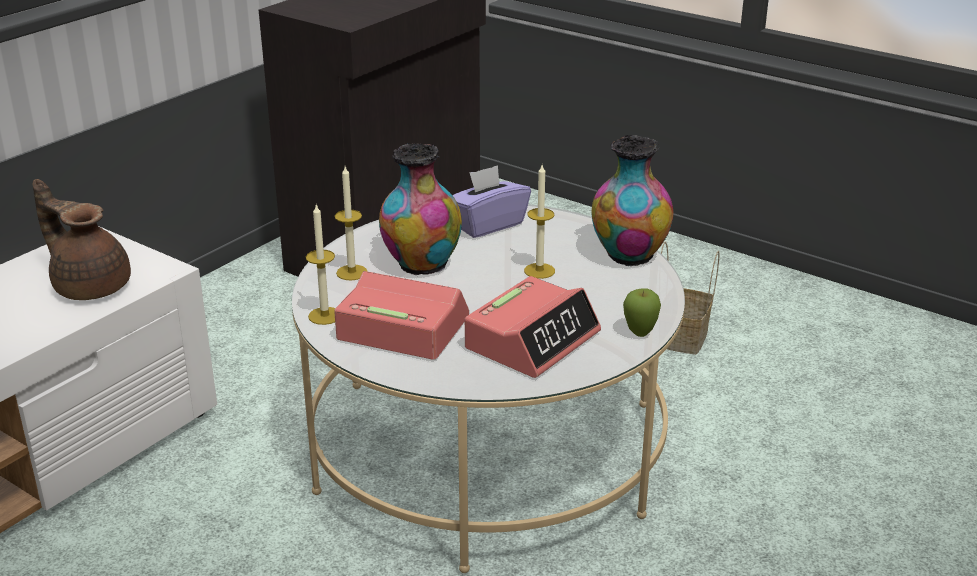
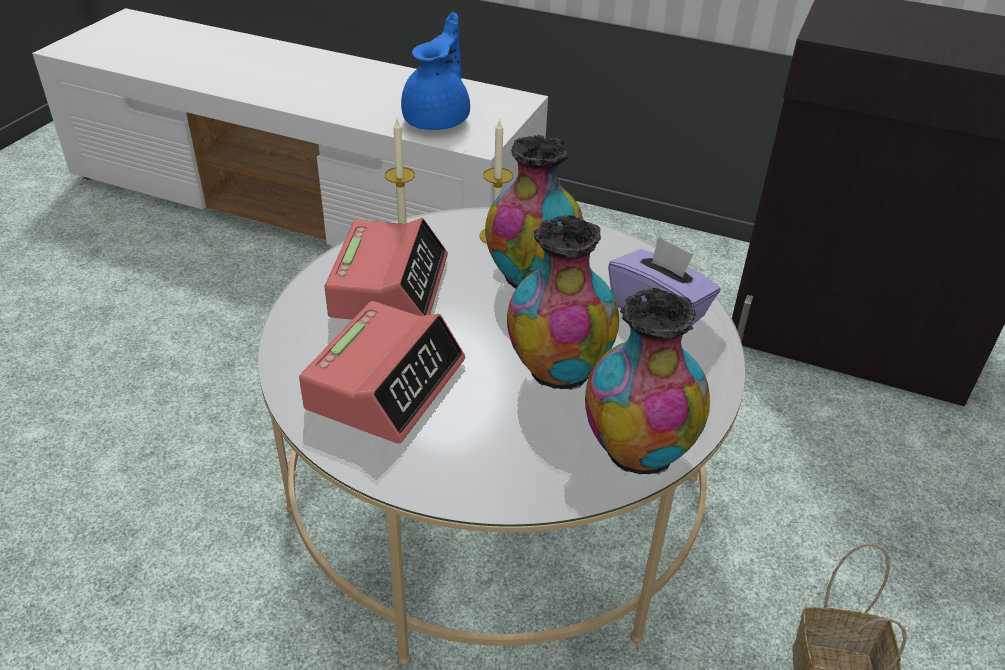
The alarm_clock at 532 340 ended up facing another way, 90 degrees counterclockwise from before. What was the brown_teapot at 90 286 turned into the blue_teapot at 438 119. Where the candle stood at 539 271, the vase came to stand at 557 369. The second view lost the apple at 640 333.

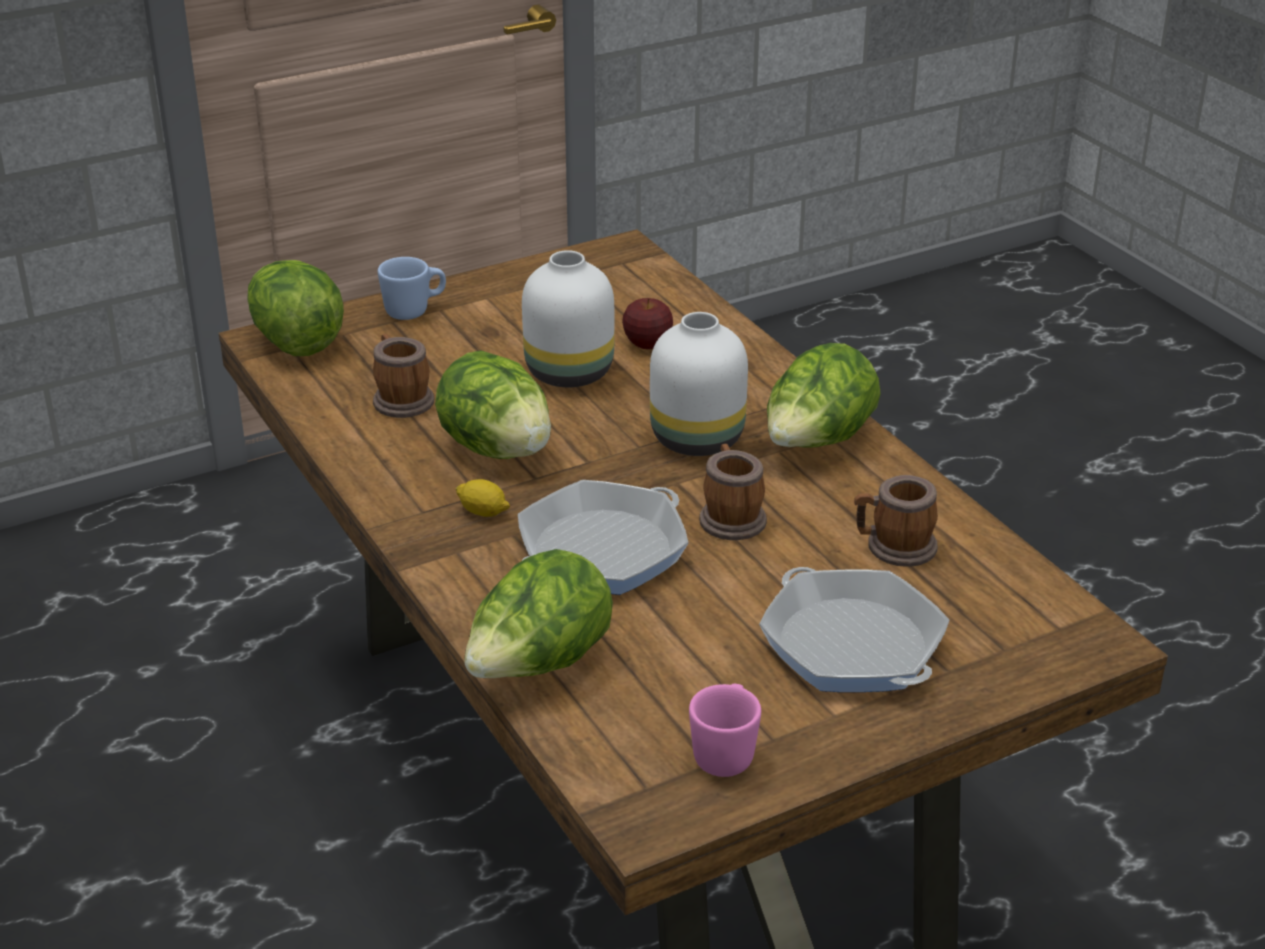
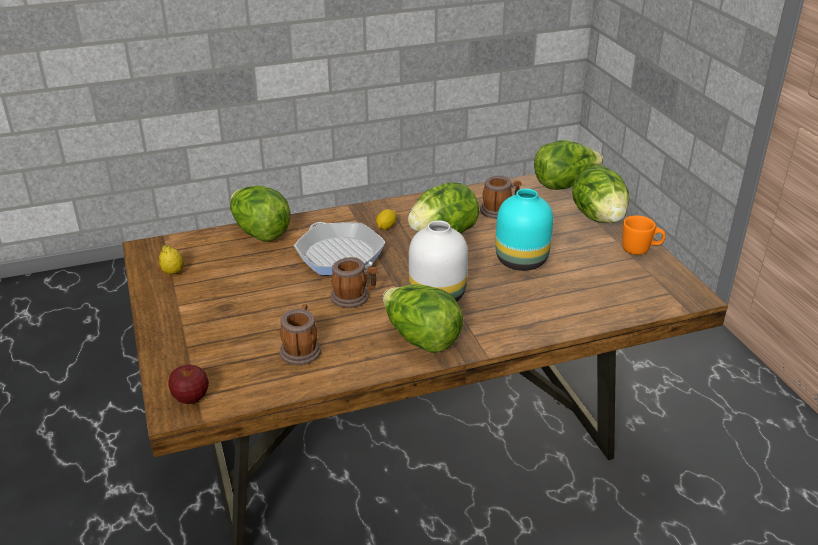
Where the pink_mug stood at 726 752, the lemon came to stand at 173 272. The apple ended up elsewhere, having gone from 647 344 to 191 398. What was the white_vase at 568 374 turned into the turquoise_vase at 520 260. Where the blue_mug stood at 414 311, the lettuce came to stand at 599 218. The second view gained the orange_mug at 640 250. The second view lost the frying_pan at 852 645.

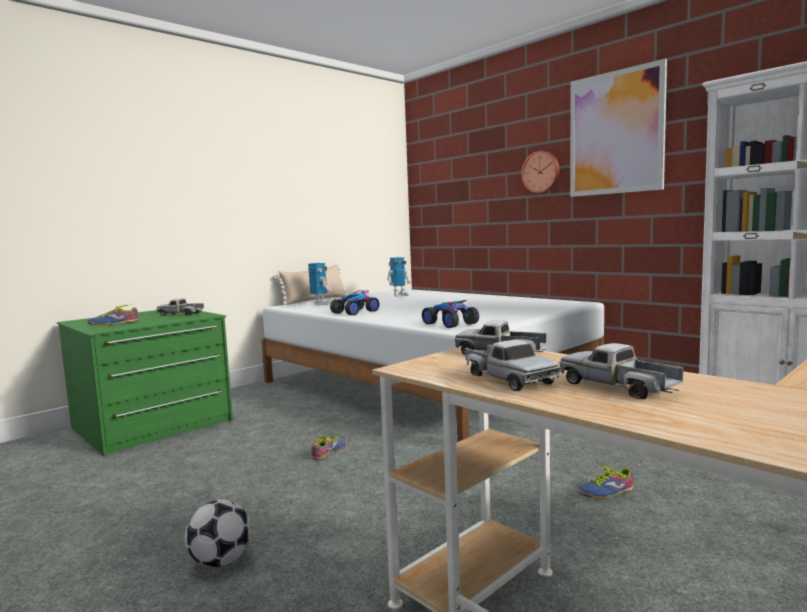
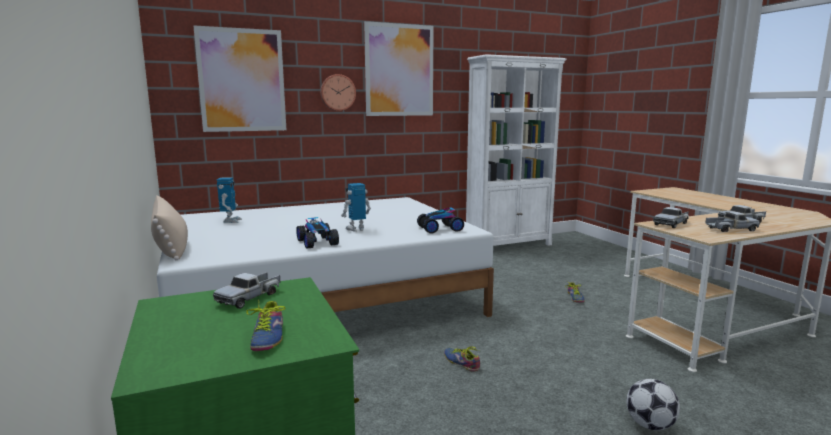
The second view gained the picture at 242 80. The toy_robot ended up elsewhere, having gone from 320 304 to 356 229.

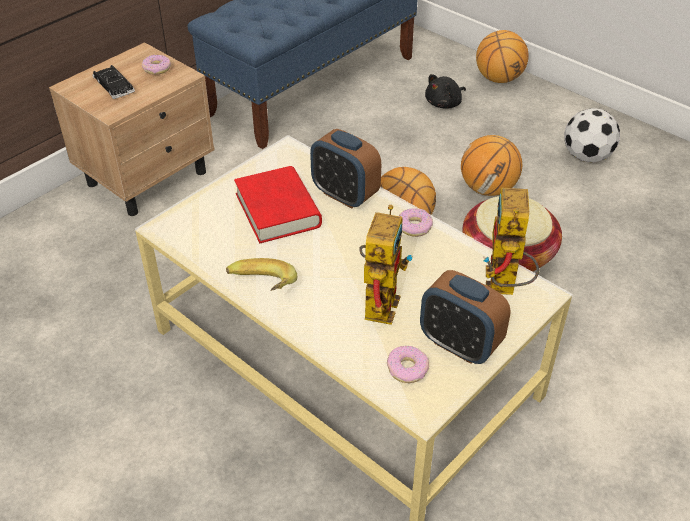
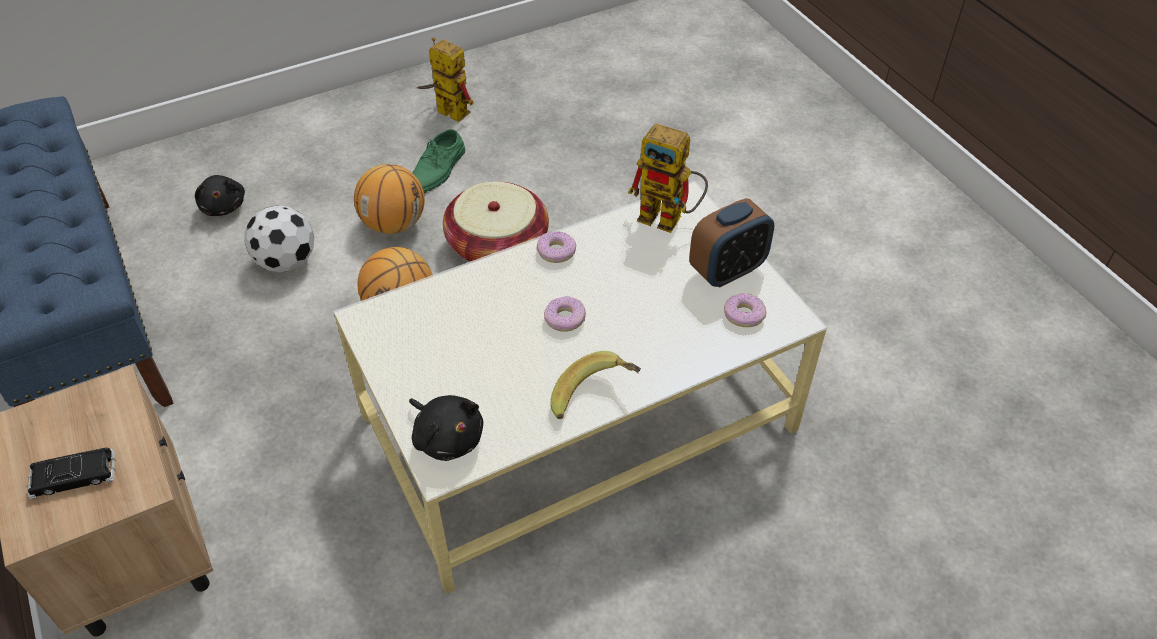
The football ended up elsewhere, having gone from 587 156 to 286 261. The second view gained the black_plush_toy at 447 437. The second view gained the green_shoe at 438 170. The toy_robot ended up elsewhere, having gone from 380 300 to 446 111. The donut ended up elsewhere, having gone from 157 69 to 565 319. The second view lost the red_book at 278 210. The second view lost the alarm_clock at 345 195. The second view lost the basketball at 498 79.

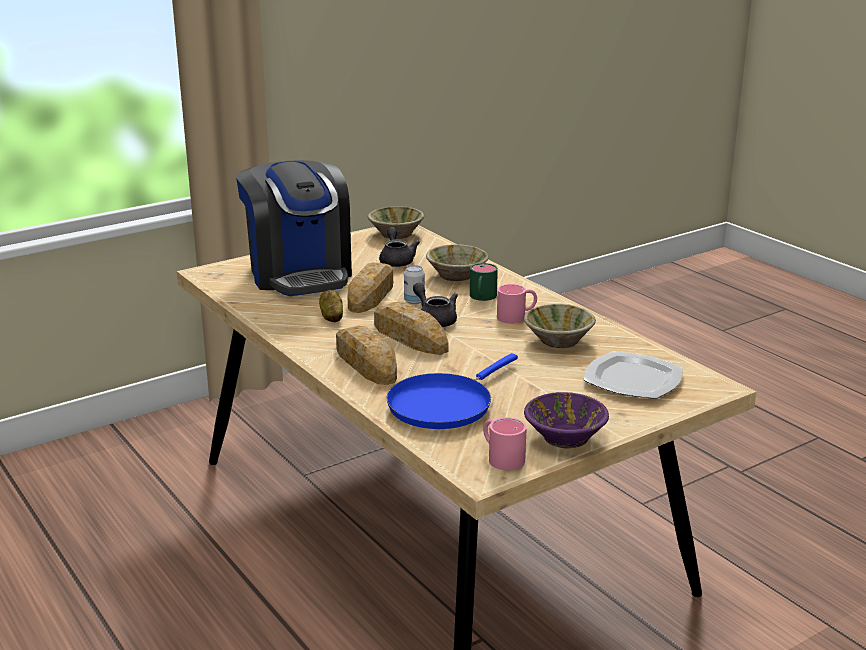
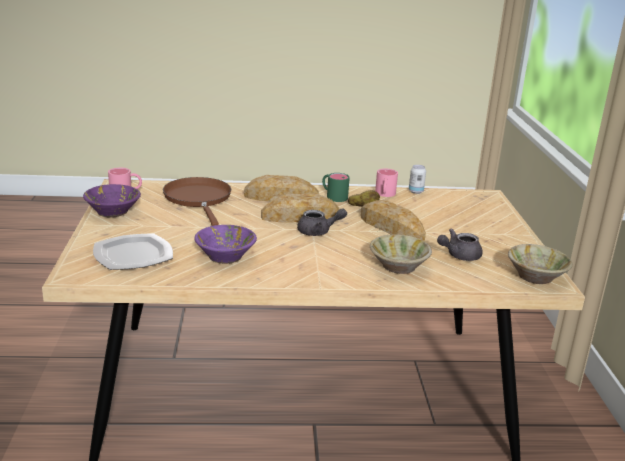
What was the blue_frying_pan at 444 404 turned into the brown_frying_pan at 198 199. What was the beige_bowl at 558 340 turned into the purple_bowl at 225 256. The green_mug ended up elsewhere, having gone from 482 297 to 333 196. The pink_mug ended up elsewhere, having gone from 517 316 to 384 194. The can ended up elsewhere, having gone from 414 301 to 416 191. The grey_teapot at 396 260 ended up facing another way, 135 degrees clockwise from before. The second view lost the coffee_machine at 299 274.

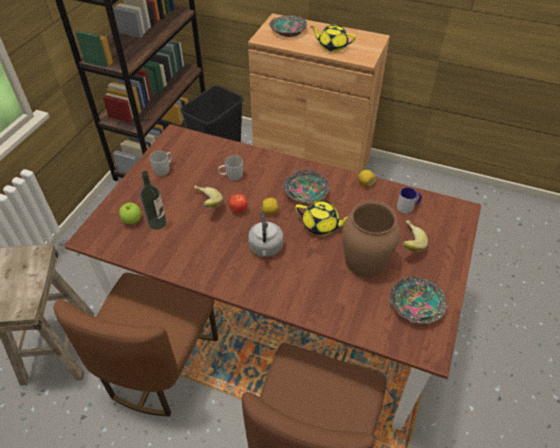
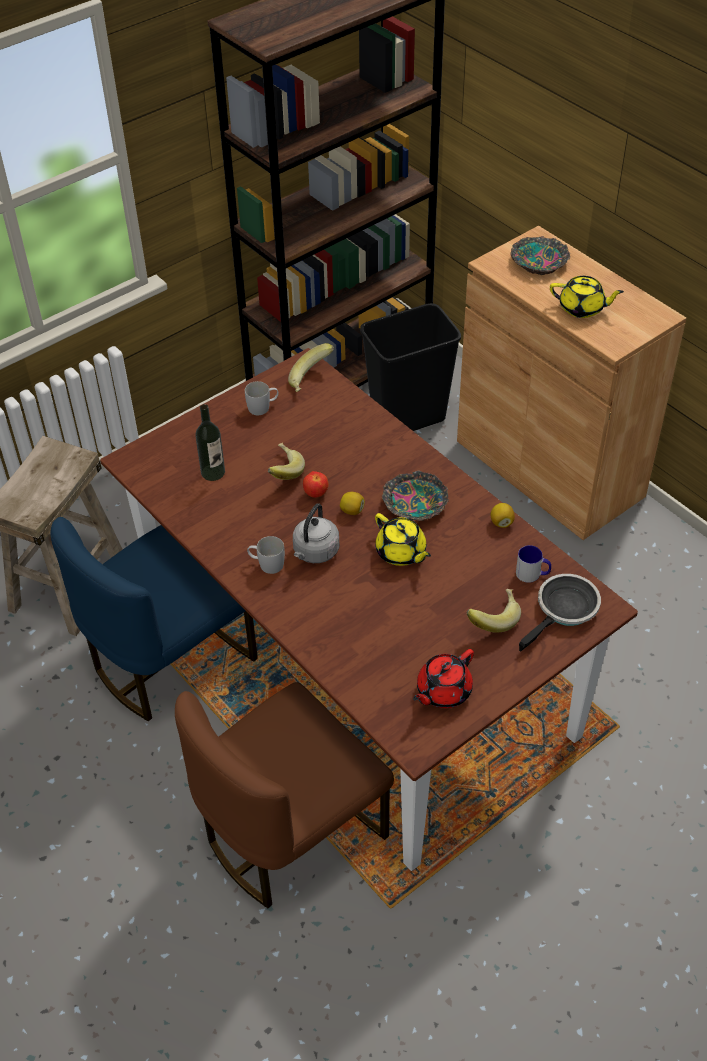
What was the brown_chair at 159 366 turned into the blue_chair at 169 659. The white_mug ended up elsewhere, having gone from 231 176 to 266 564. The second view gained the banana at 311 380. Where the bowl stood at 417 305, the red_teapot came to stand at 443 691. The second view gained the frying_pan at 564 610. The yellow_teapot at 332 46 ended up facing another way, 150 degrees clockwise from before. The second view lost the apple at 132 220. The second view lost the brown_vase at 365 261.

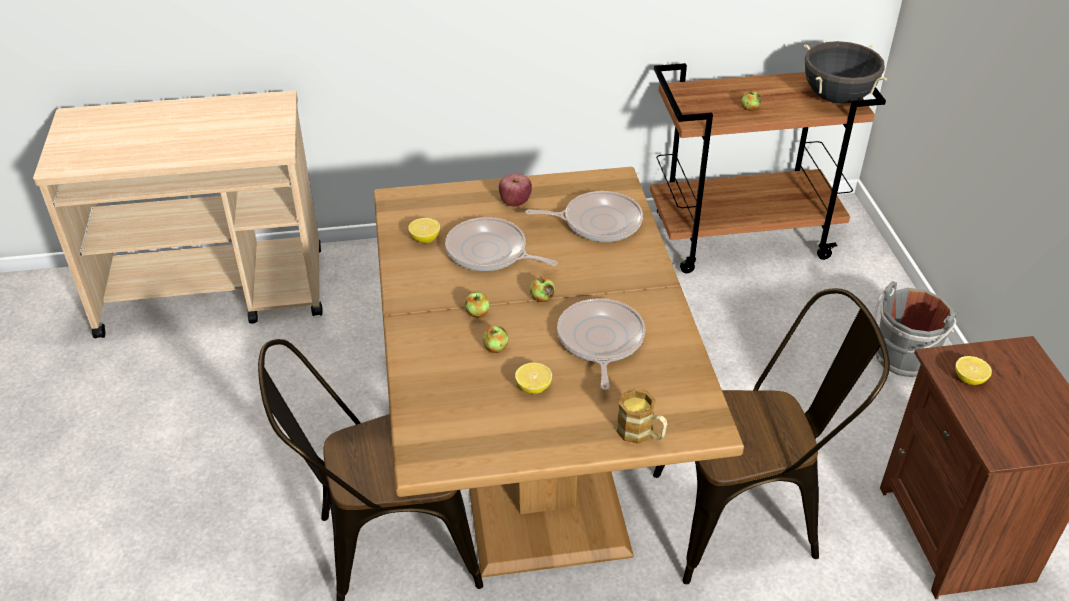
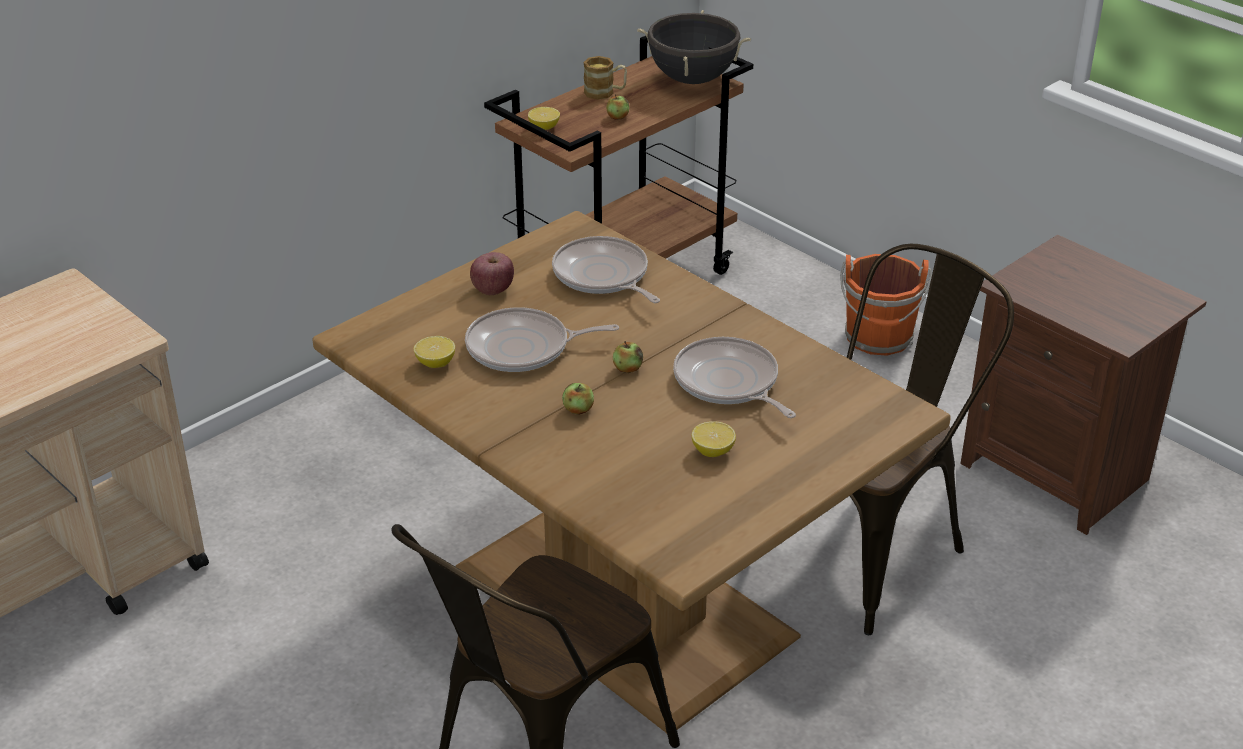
The lemon ended up elsewhere, having gone from 969 379 to 544 128. The frying_pan at 598 222 ended up facing another way, 90 degrees counterclockwise from before. The mug ended up elsewhere, having gone from 641 433 to 605 93. What was the grey_bucket at 902 359 turned into the orange_bucket at 879 339. The second view lost the apple at 495 348.

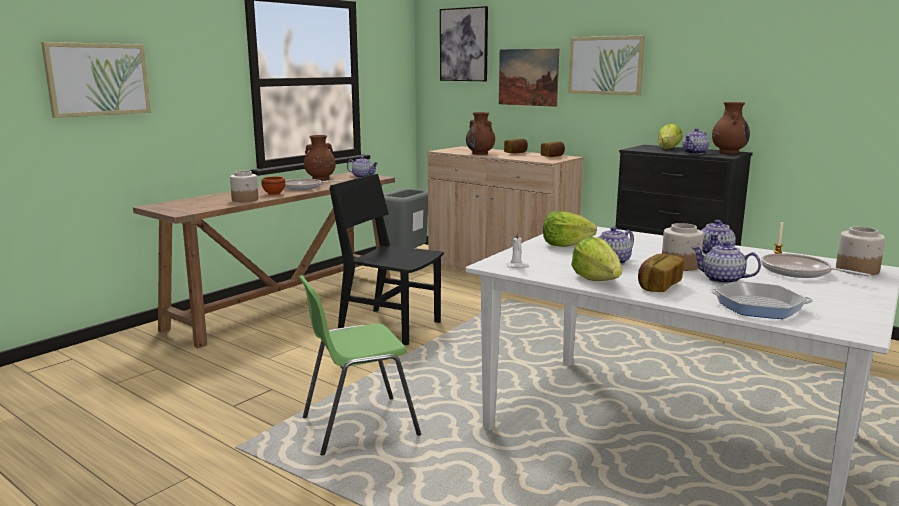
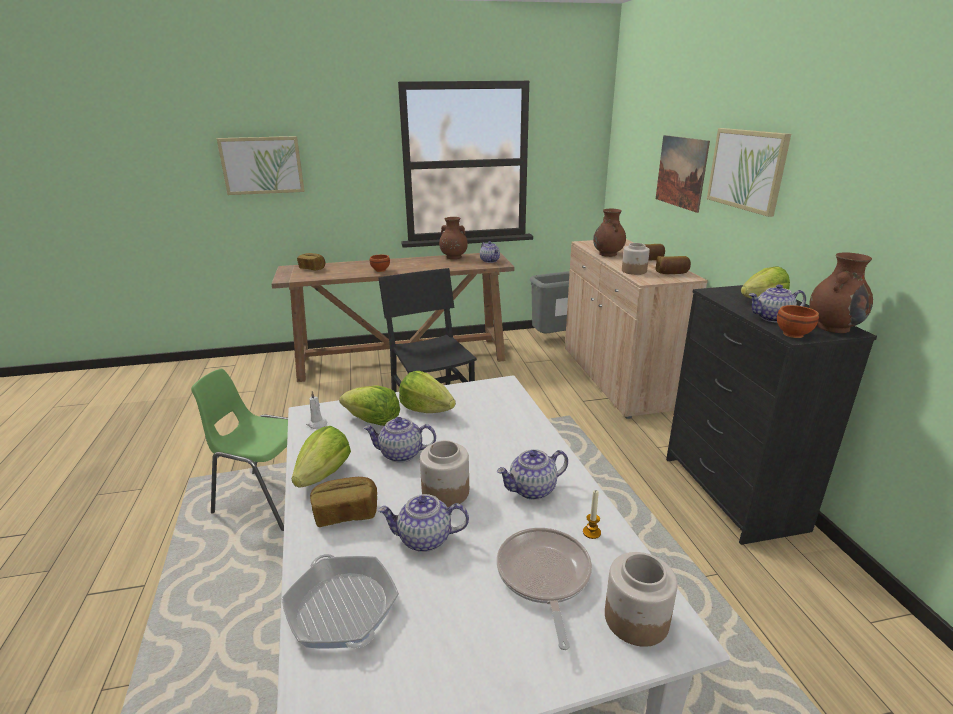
The second view gained the bread at 312 268. The second view gained the lettuce at 372 421. The teapot at 722 280 ended up facing another way, 75 degrees counterclockwise from before. The jar ended up elsewhere, having gone from 245 199 to 634 271. The second view gained the brown_bowl at 794 334. The second view lost the frying_pan at 305 187. The second view lost the picture at 464 44.

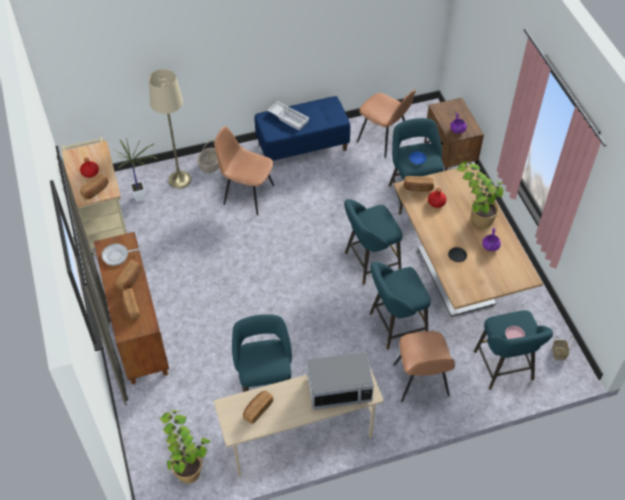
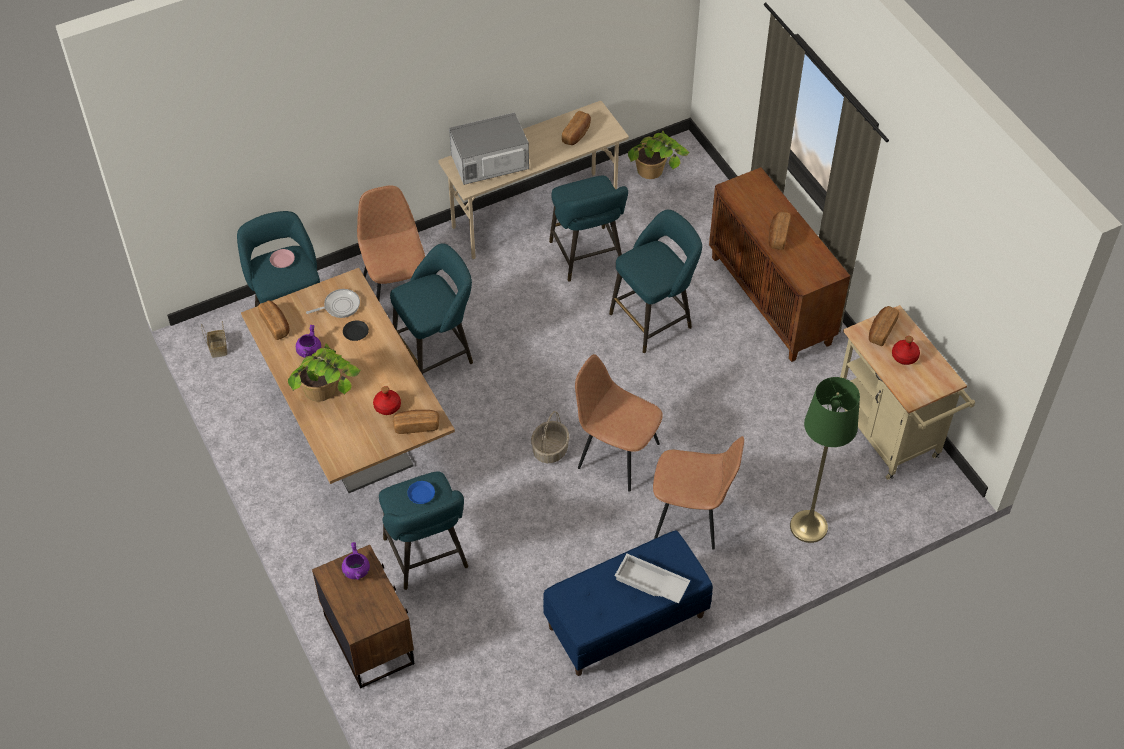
The bread ended up elsewhere, having gone from 130 308 to 276 324. The frying_pan ended up elsewhere, having gone from 117 255 to 339 306. The basket ended up elsewhere, having gone from 210 165 to 550 450. The brown_chair ended up elsewhere, having gone from 383 139 to 616 454. The turquoise_stool ended up elsewhere, having gone from 369 263 to 654 319. What was the beige_floor_lamp at 179 179 turned into the green_floor_lamp at 808 526. The second view lost the potted_plant at 142 198.

